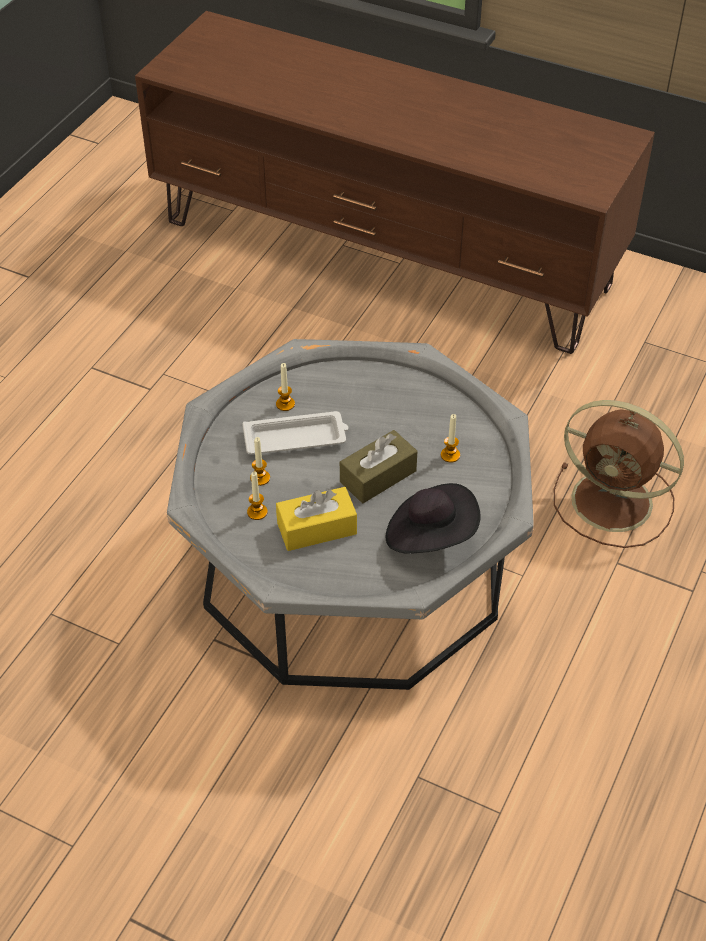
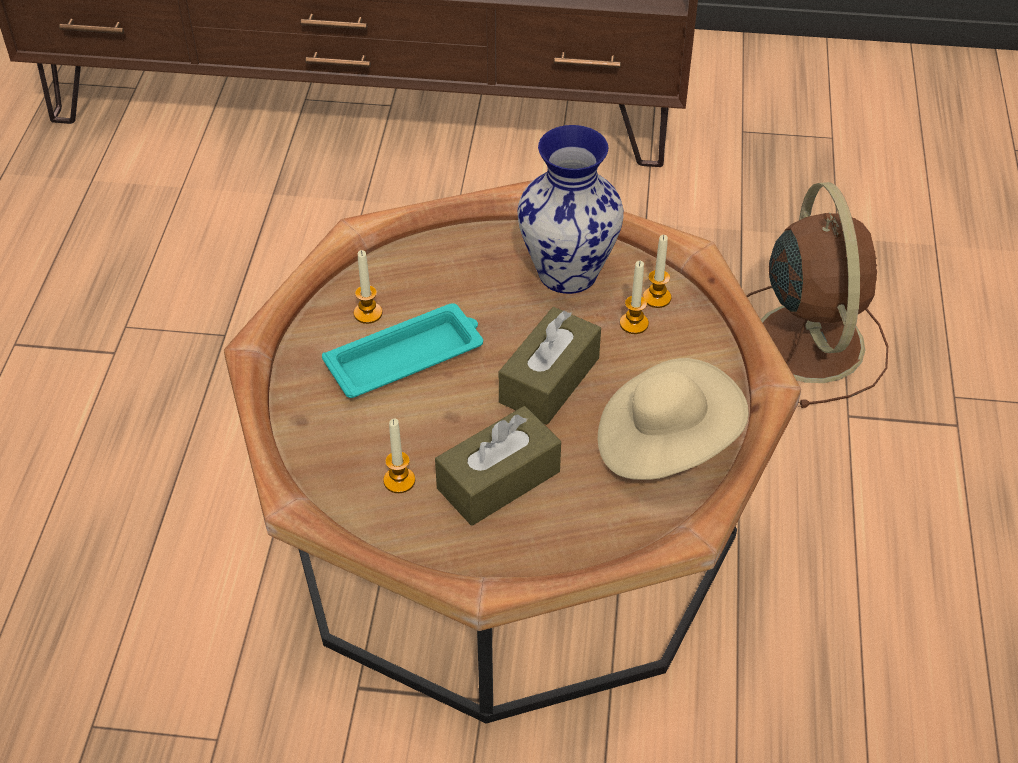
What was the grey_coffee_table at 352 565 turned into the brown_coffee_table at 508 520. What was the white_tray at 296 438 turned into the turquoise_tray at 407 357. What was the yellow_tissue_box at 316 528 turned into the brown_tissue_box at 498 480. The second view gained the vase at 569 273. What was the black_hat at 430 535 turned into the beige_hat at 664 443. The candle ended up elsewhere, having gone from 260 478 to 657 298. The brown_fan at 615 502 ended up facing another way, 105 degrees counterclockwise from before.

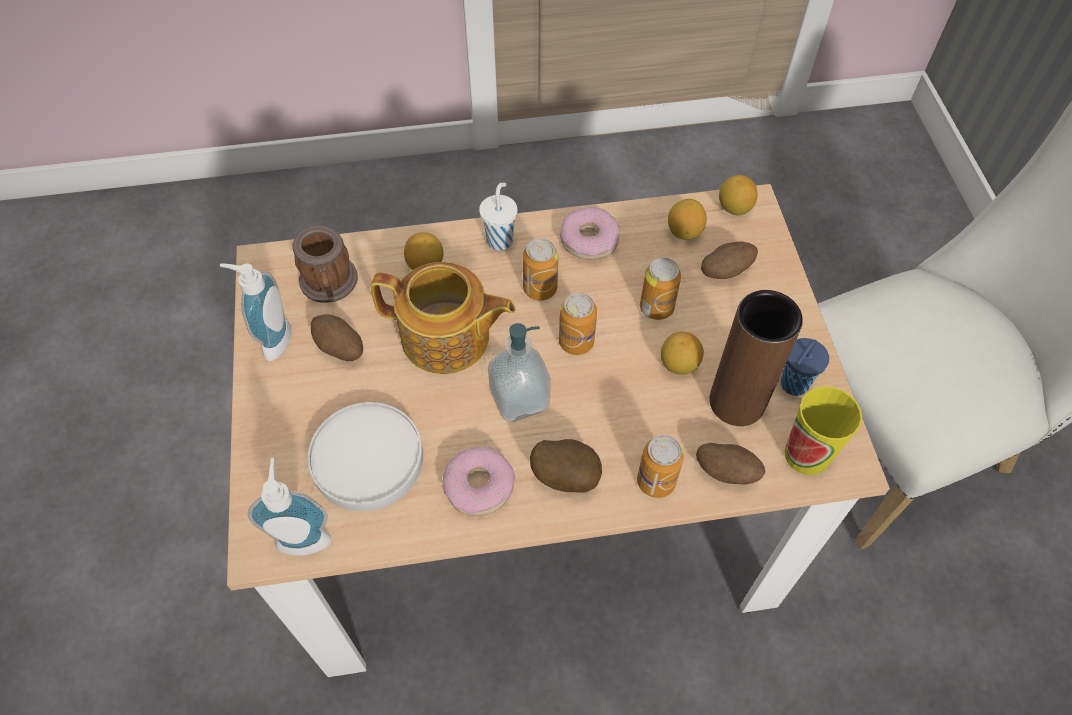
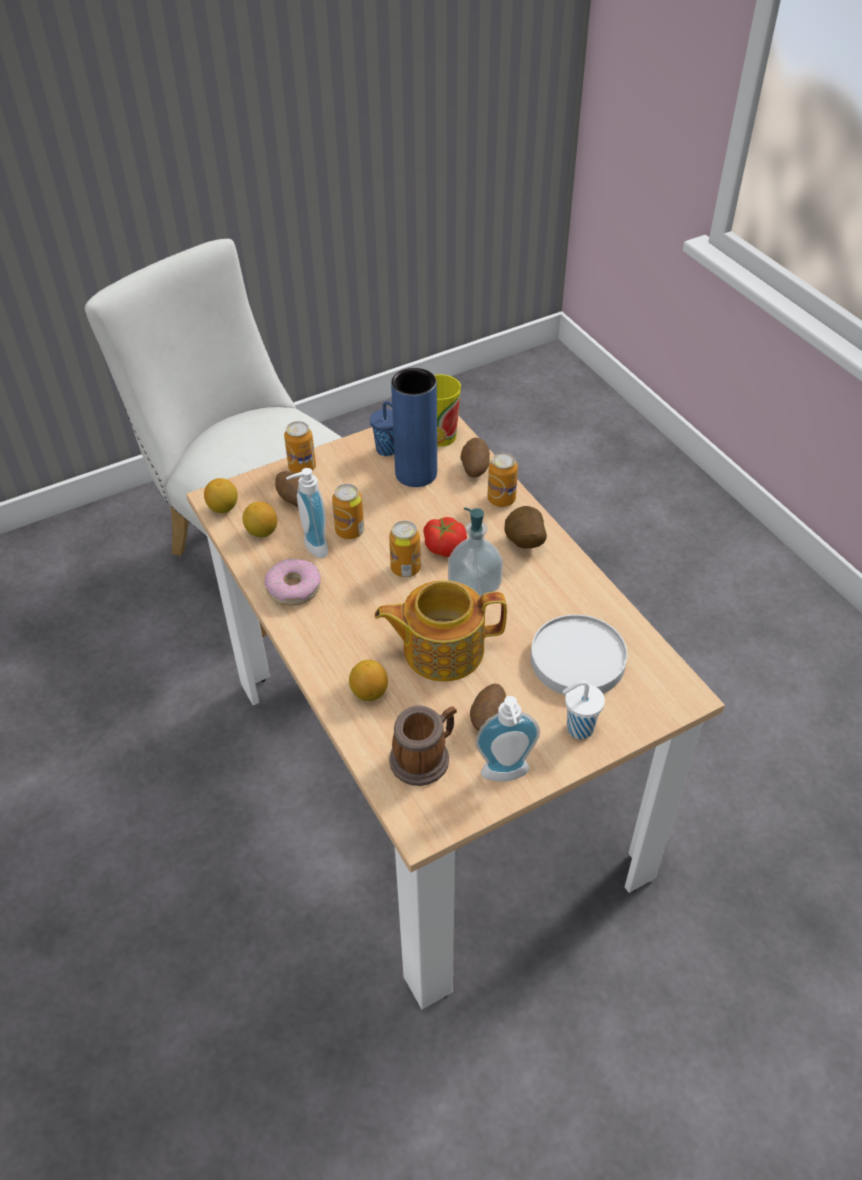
The can ended up elsewhere, having gone from 540 288 to 302 467. The soap_dispenser ended up elsewhere, having gone from 304 536 to 311 547. The teapot at 447 338 ended up facing another way, 90 degrees counterclockwise from before. What was the brown_vase at 737 402 turned into the blue_vase at 416 473. The second view gained the tomato at 445 546. The white_cup ended up elsewhere, having gone from 500 239 to 578 729. The second view lost the donut at 479 486. The second view lost the lemon at 679 365.

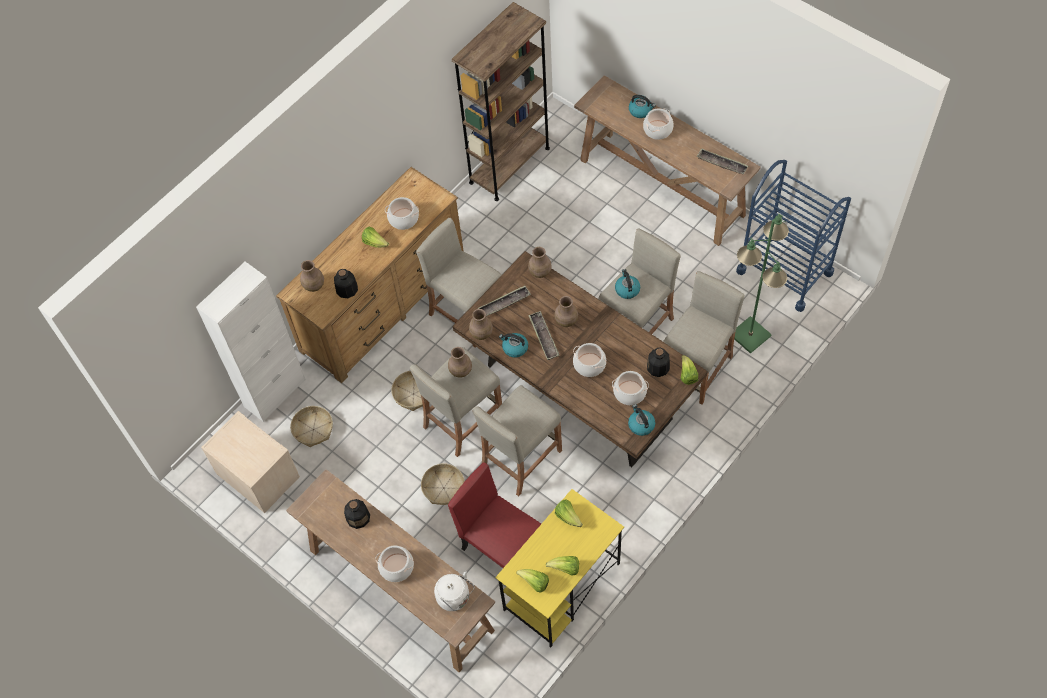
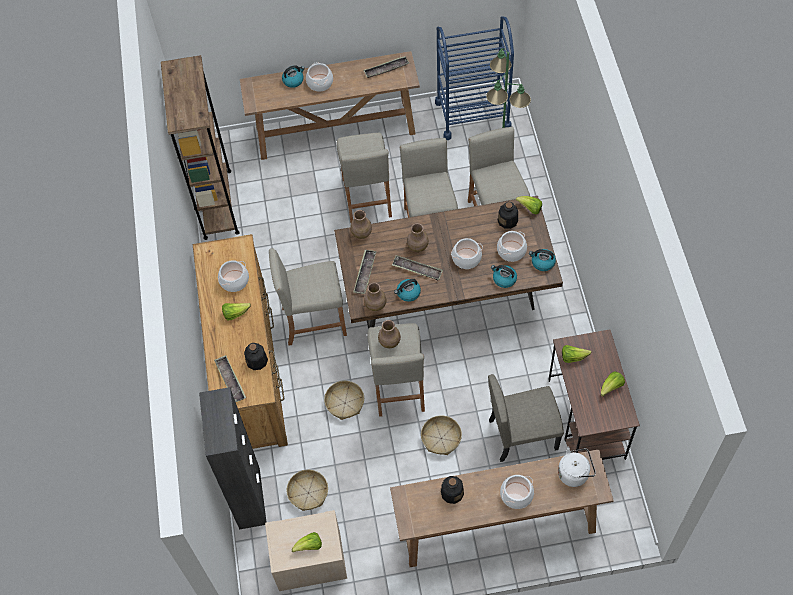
What was the white_cabinet at 275 393 turned into the black_cabinet at 249 498. Where the brown_vase stood at 314 285, the tray came to stand at 230 380. The lettuce ended up elsewhere, having gone from 535 583 to 309 546. The beige_stool ended up elsewhere, having gone from 521 458 to 367 197. What was the red_chair at 502 547 turned into the beige_chair at 523 434. The kettle ended up elsewhere, having gone from 627 289 to 504 279. What was the yellow_desk at 561 587 turned into the brown_desk at 586 419.

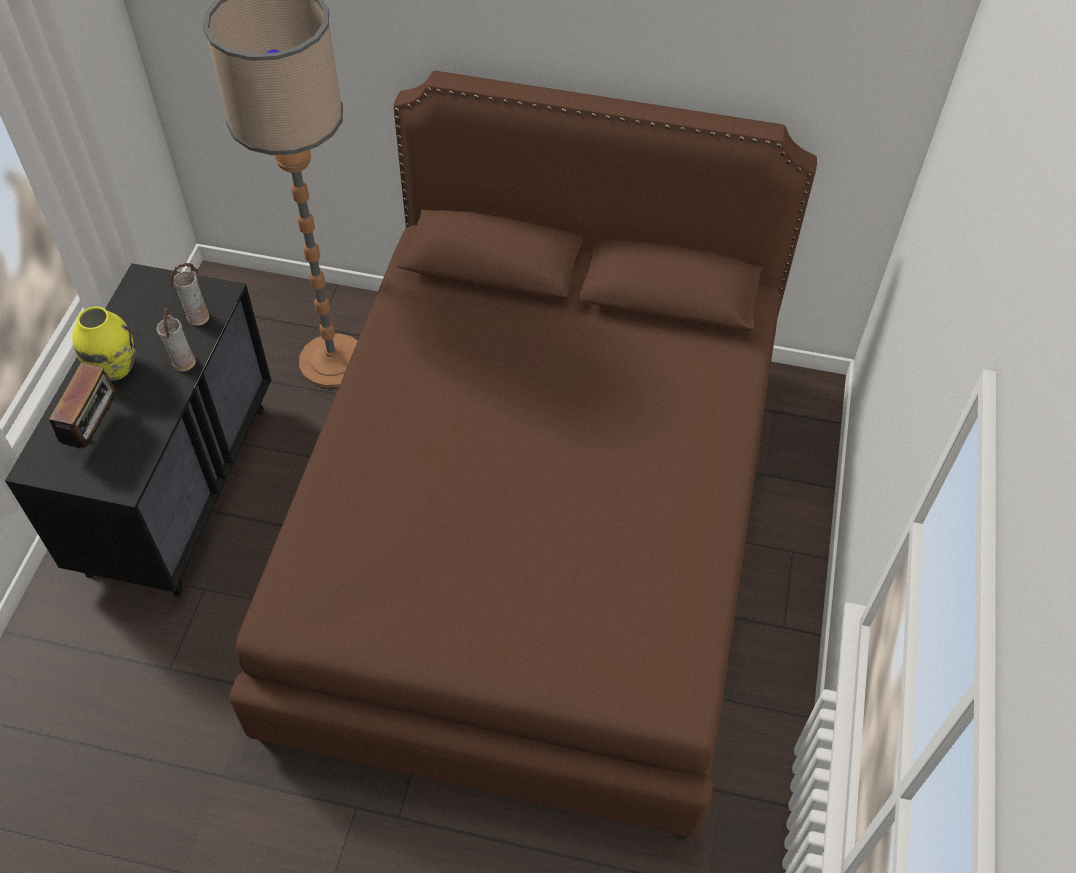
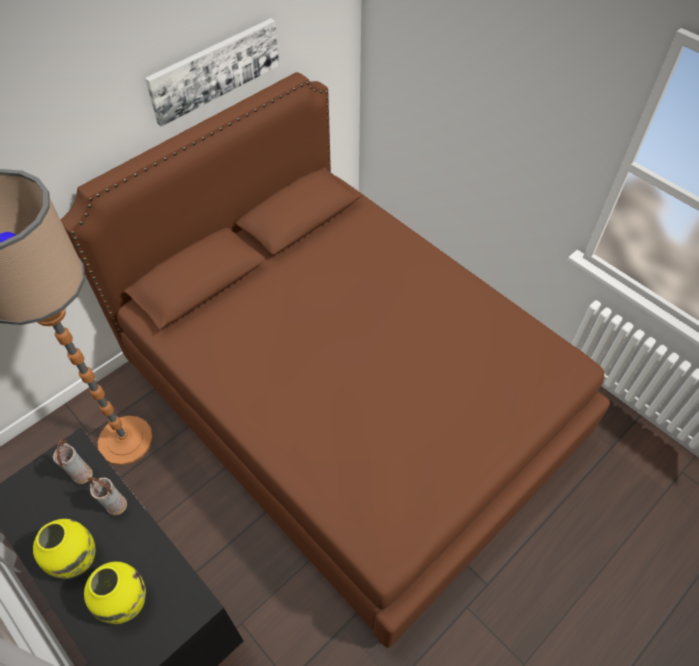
Where the radio stood at 96 429, the yellow_vase came to stand at 125 602. The second view gained the picture at 214 69.

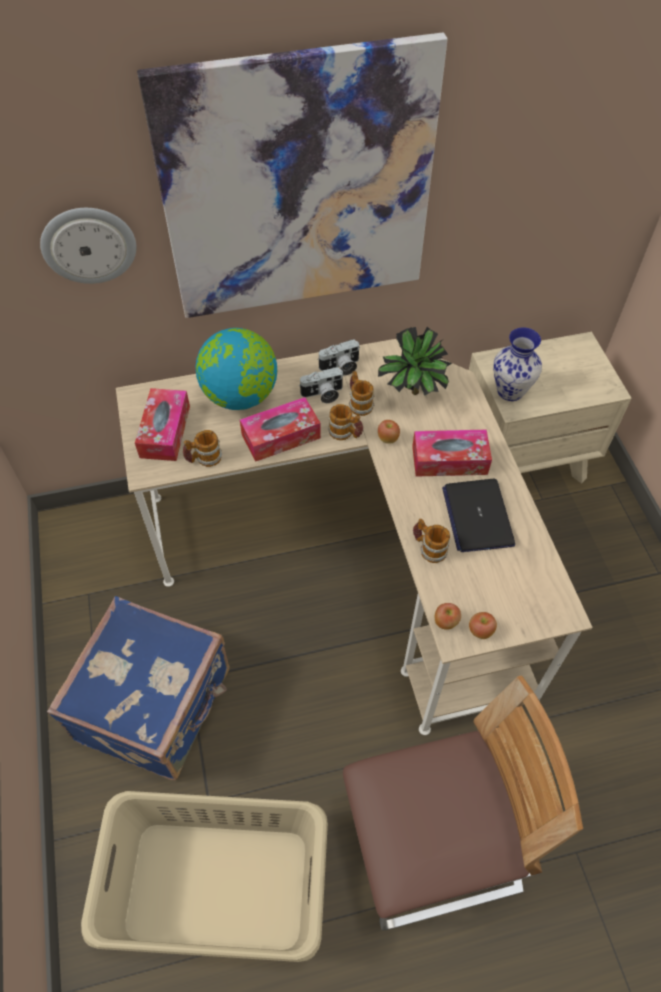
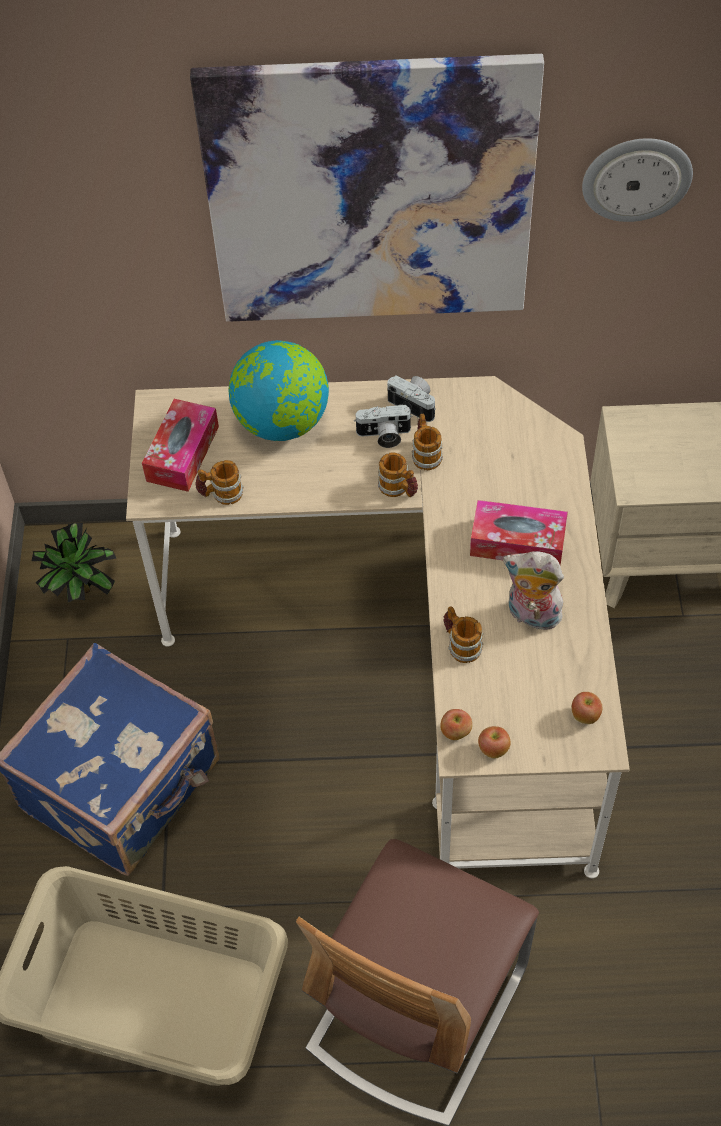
The potted_plant ended up elsewhere, having gone from 411 395 to 81 593. The chair at 432 843 ended up facing another way, 120 degrees clockwise from before. The photo_camera at 340 367 ended up facing another way, 135 degrees counterclockwise from before. Where the laptop stood at 477 516, the plush_toy came to stand at 531 616. The apple ended up elsewhere, having gone from 388 438 to 585 715. The wall_clock ended up elsewhere, having gone from 88 244 to 636 178. The second view lost the tissue_box at 281 436. The second view lost the vase at 510 391.

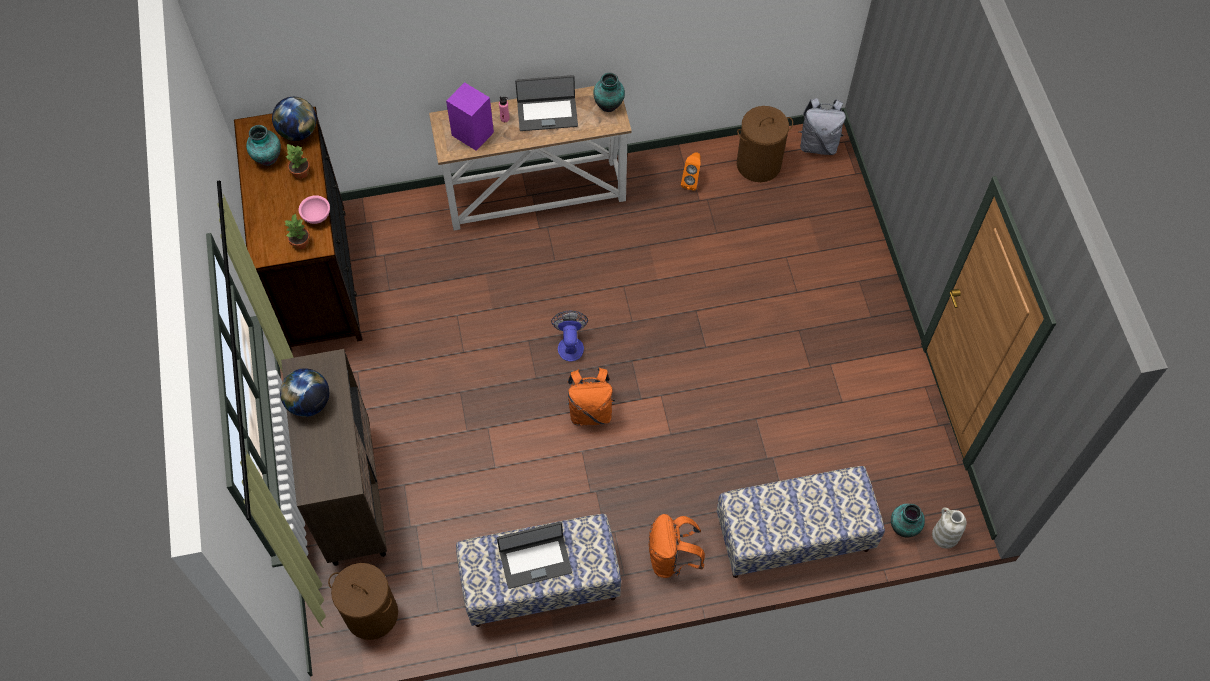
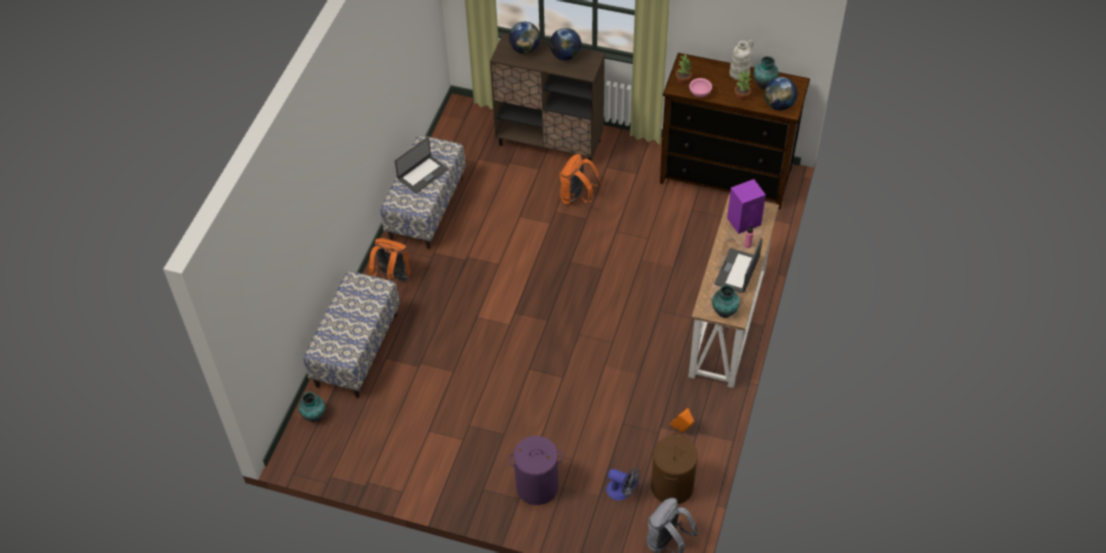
The laptop at 535 561 ended up facing another way, 150 degrees counterclockwise from before. The second view gained the purple_laundry_basket at 537 487. The second view gained the globe at 525 49. The orange_backpack ended up elsewhere, having gone from 590 411 to 577 198. The fan ended up elsewhere, having gone from 570 344 to 622 492. The white_vase ended up elsewhere, having gone from 944 535 to 739 73. The second view lost the brown_laundry_basket at 371 614.

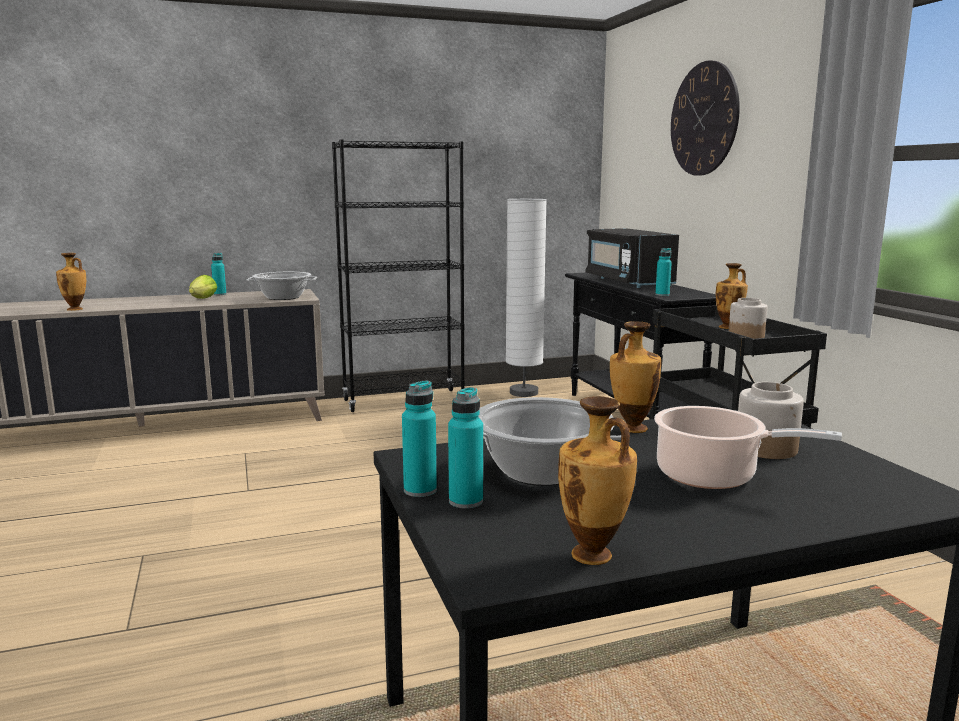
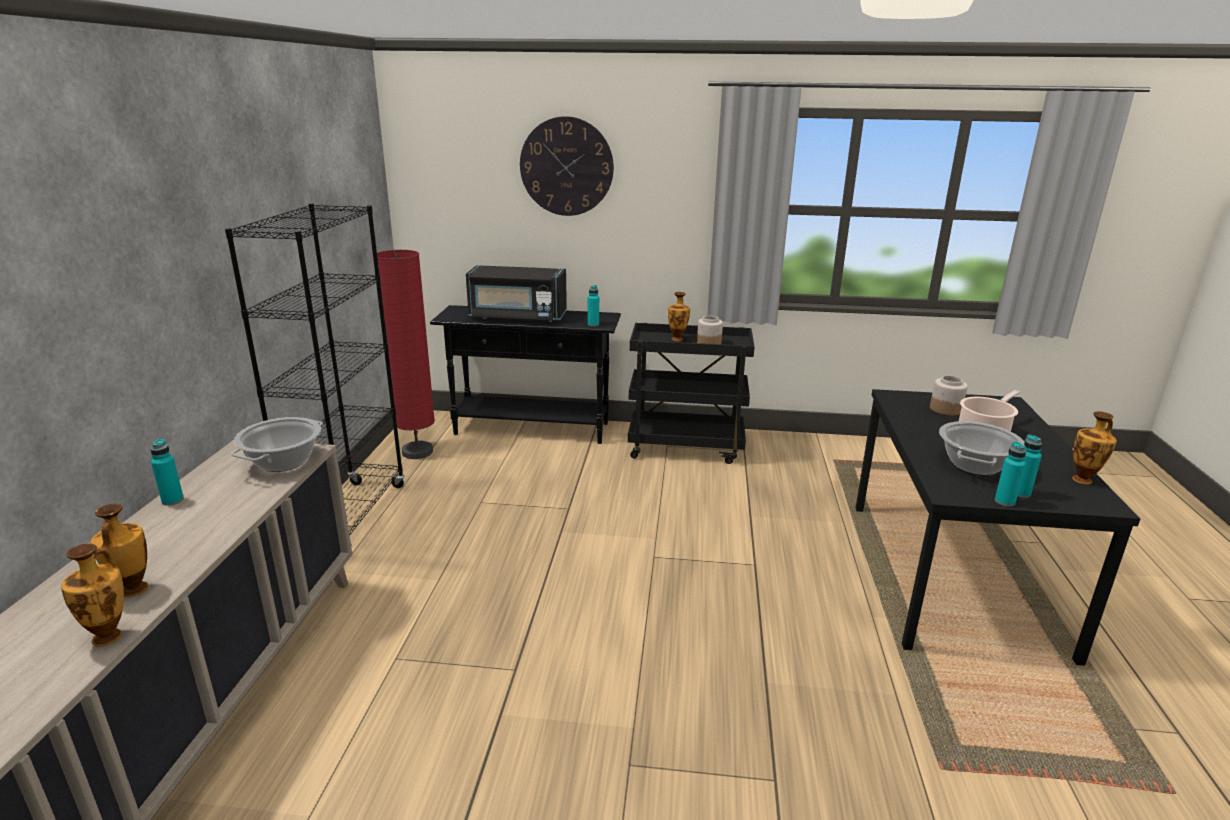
The vase ended up elsewhere, having gone from 631 428 to 133 590. What was the white_floor_lamp at 524 392 turned into the red_floor_lamp at 417 452. The second view lost the lettuce at 202 299.

